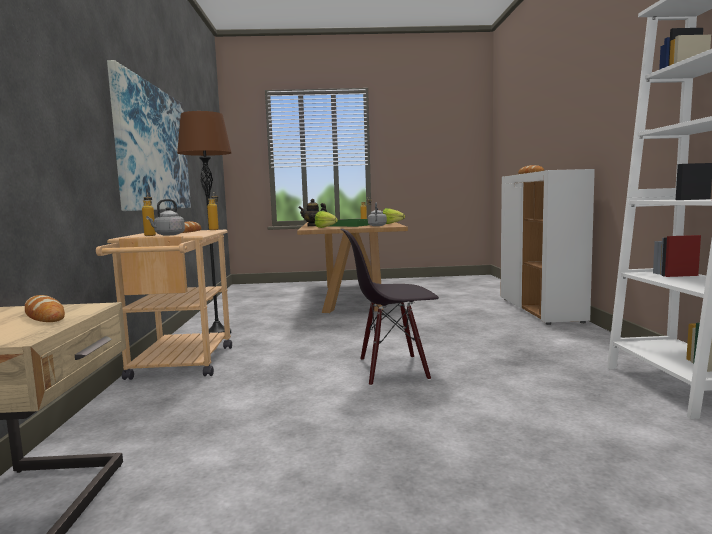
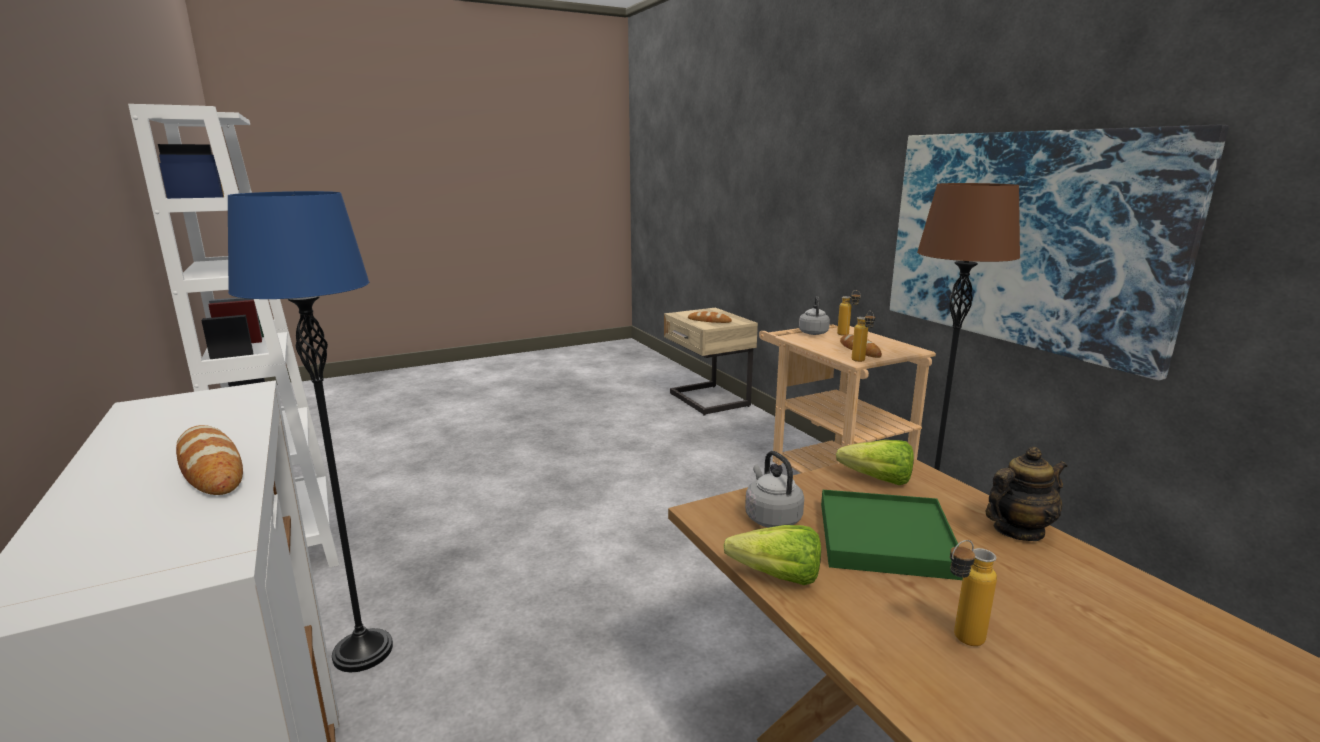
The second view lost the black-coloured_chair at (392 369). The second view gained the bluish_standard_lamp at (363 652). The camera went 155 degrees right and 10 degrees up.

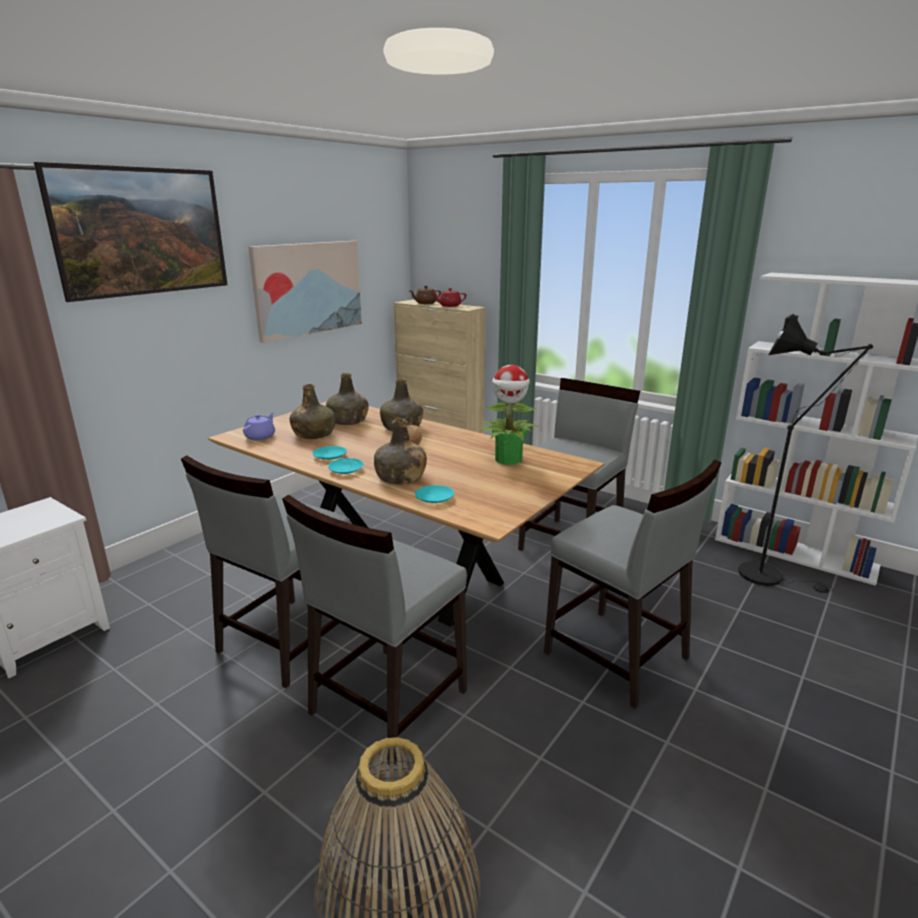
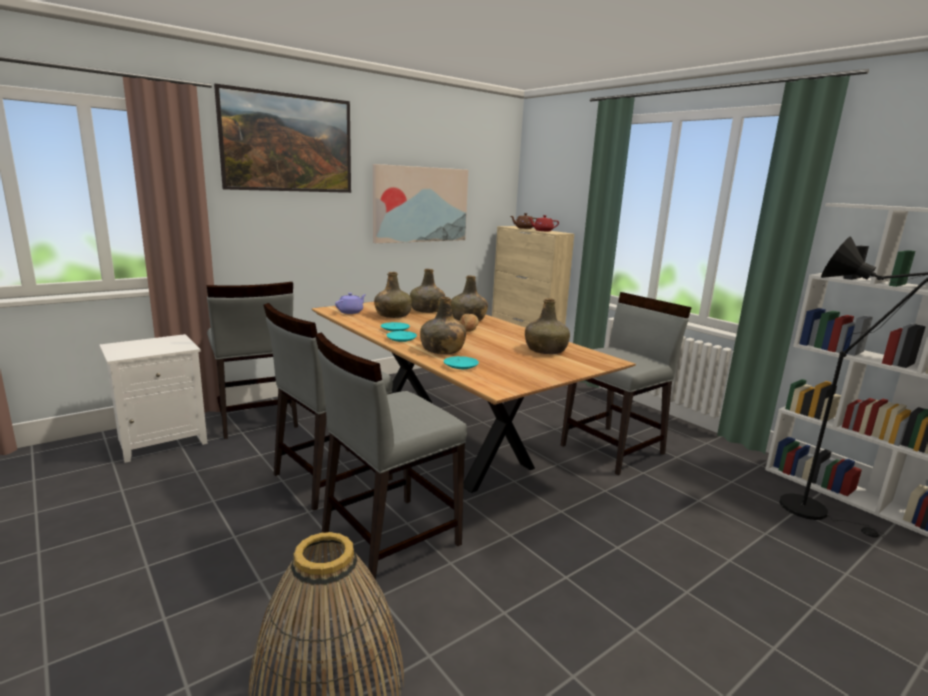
The greyish_chair ended up elsewhere, having gone from (616 656) to (255 419). Where the houseplant stood at (508 460), the green-coloured_beverage_bottle came to stand at (546 350). The camera went 15 degrees right and 5 degrees down.

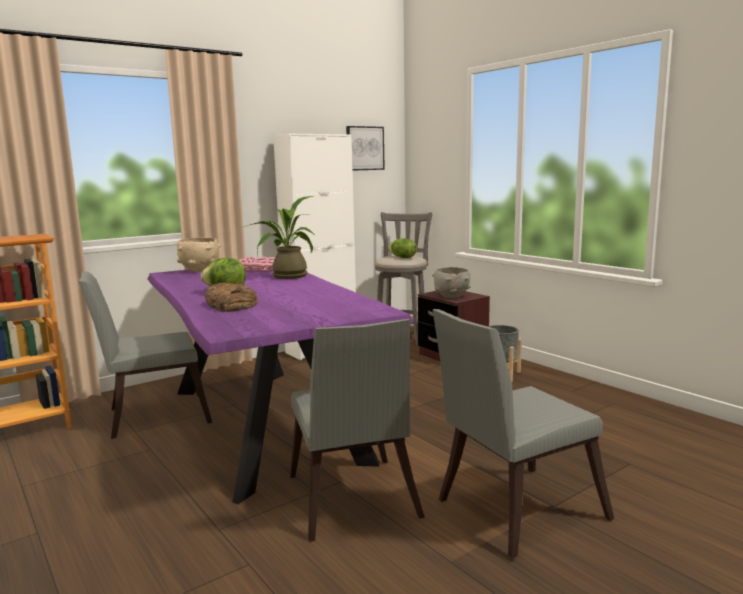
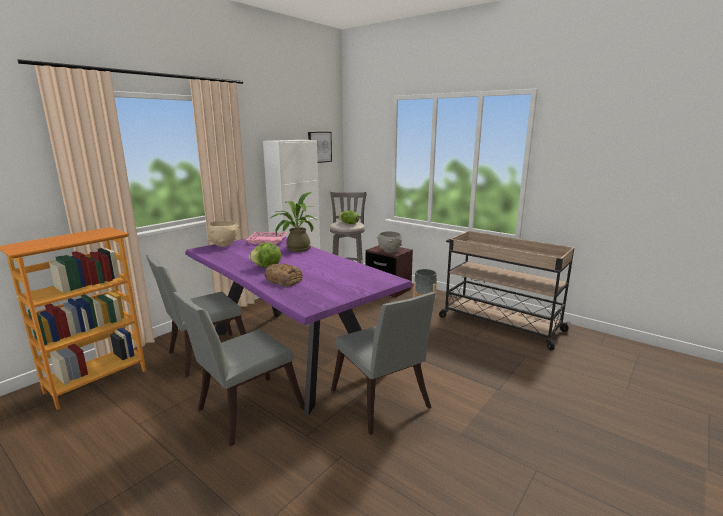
The second view gained the sand-coloured_trolley at (499 323). The greyish_chair ended up elsewhere, having gone from (512 511) to (244 411). The camera went 15 degrees left and 5 degrees up.

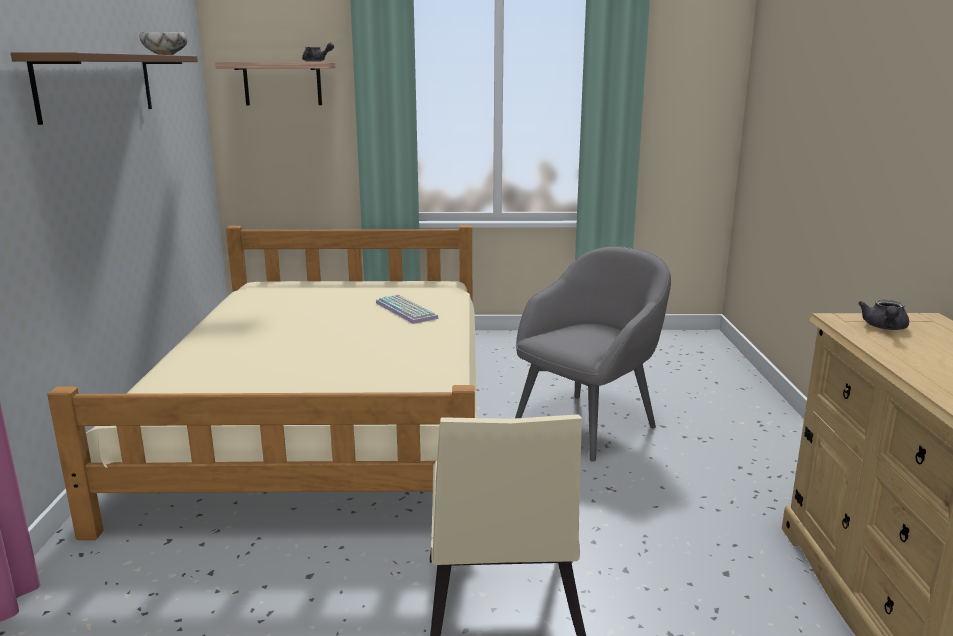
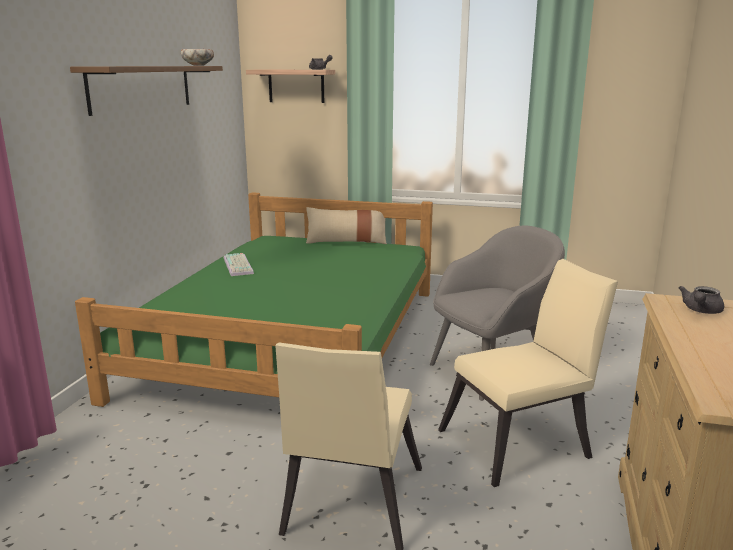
The second view gained the sand-coloured_cushion at (347 241). The second view gained the sand-coloured_chair at (522 442). The keyboard ended up elsewhere, having gone from (408 310) to (239 265). What was the sand-coloured_sleeping_bed at (328 414) turned into the green-coloured_sleeping_bed at (293 339). The camera went 15 degrees right and 0 degrees up.

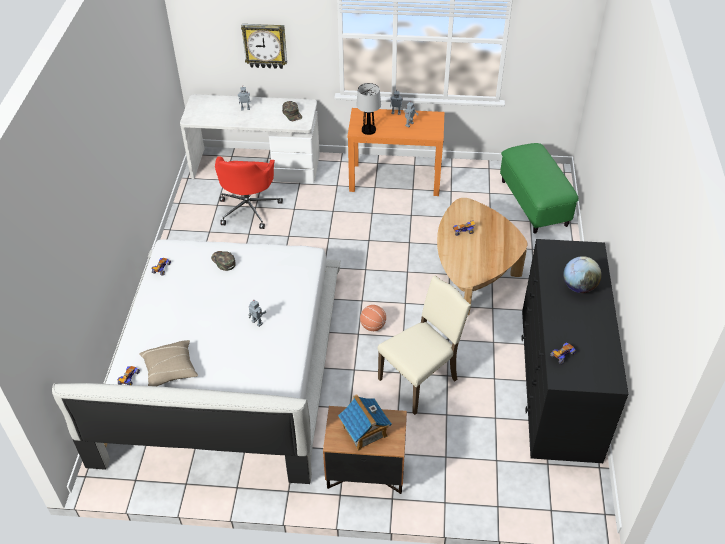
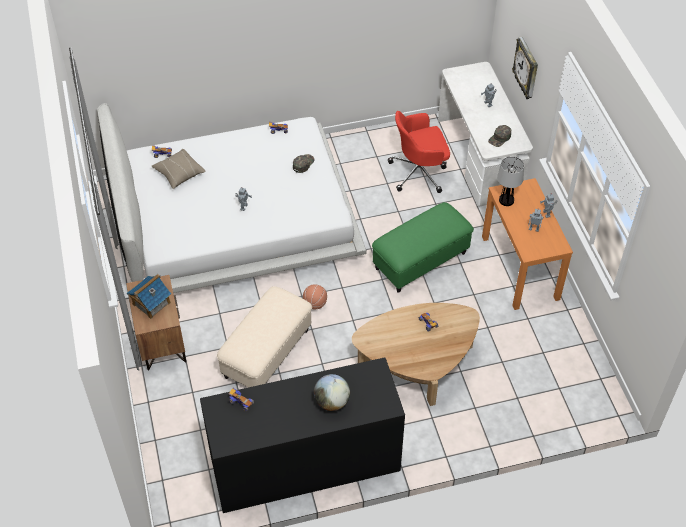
The green-coloured_footrest ended up elsewhere, having gone from (534 203) to (421 261). Where the sand-coloured_chair stood at (420 379), the sand-coloured_footrest came to stand at (267 354). The camera went 70 degrees right and 5 degrees up.

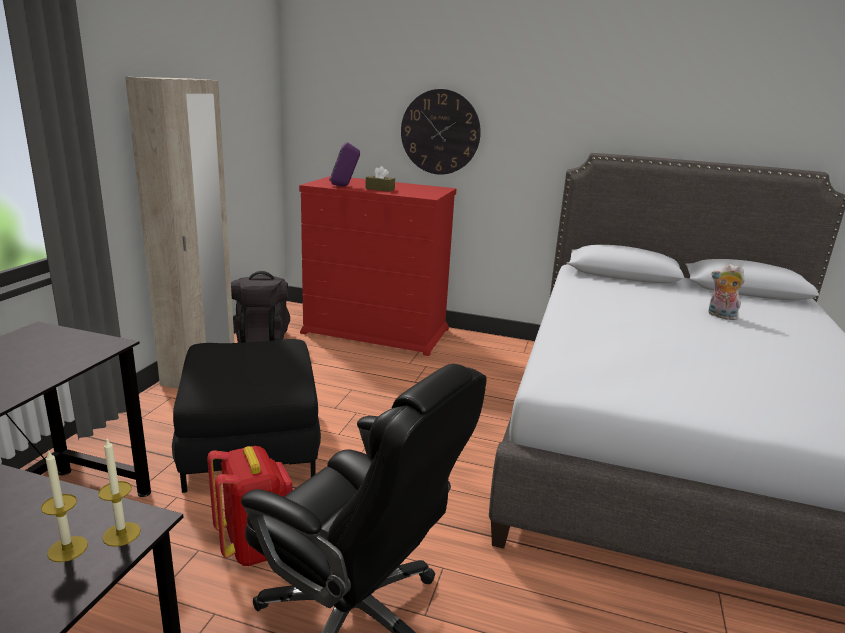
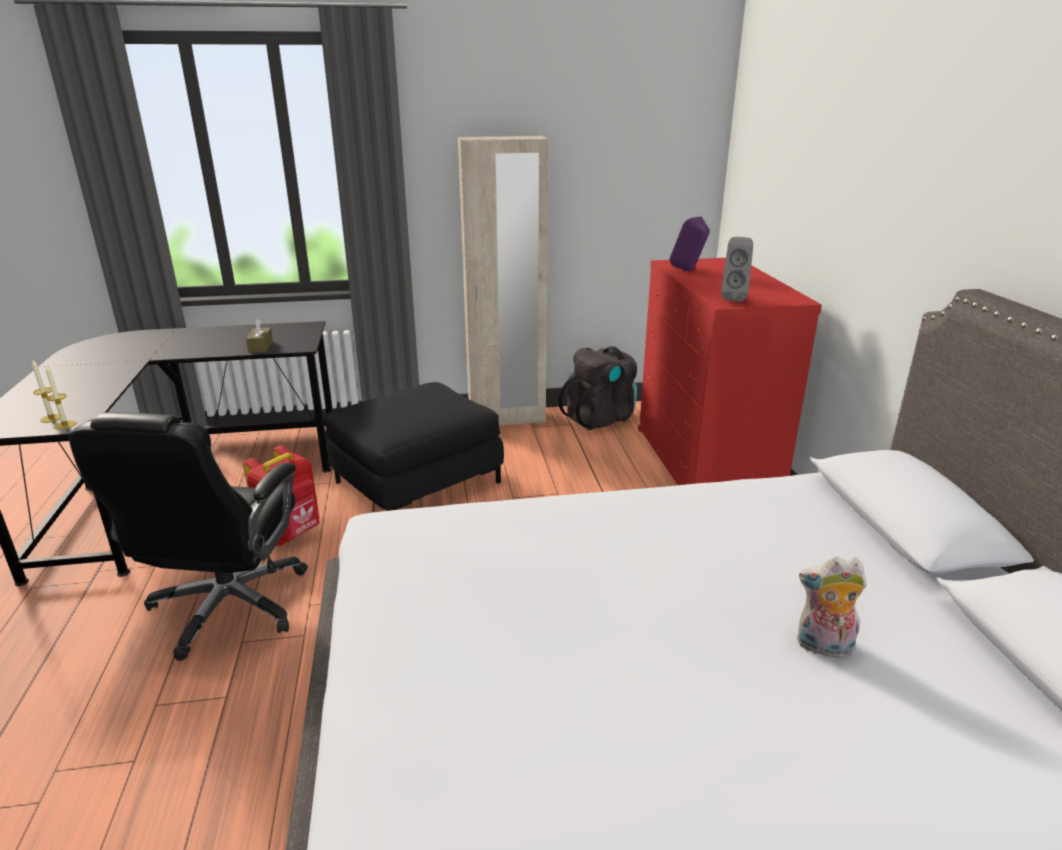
The second view lost the hanging_clock at (440 132). The second view gained the greyish_loudspeaker at (733 299). The brown_tissue_holder ended up elsewhere, having gone from (380 189) to (260 346). The plush_toy at (720 316) ended up facing another way, 90 degrees counterclockwise from before. The camera went 65 degrees right and 5 degrees up.

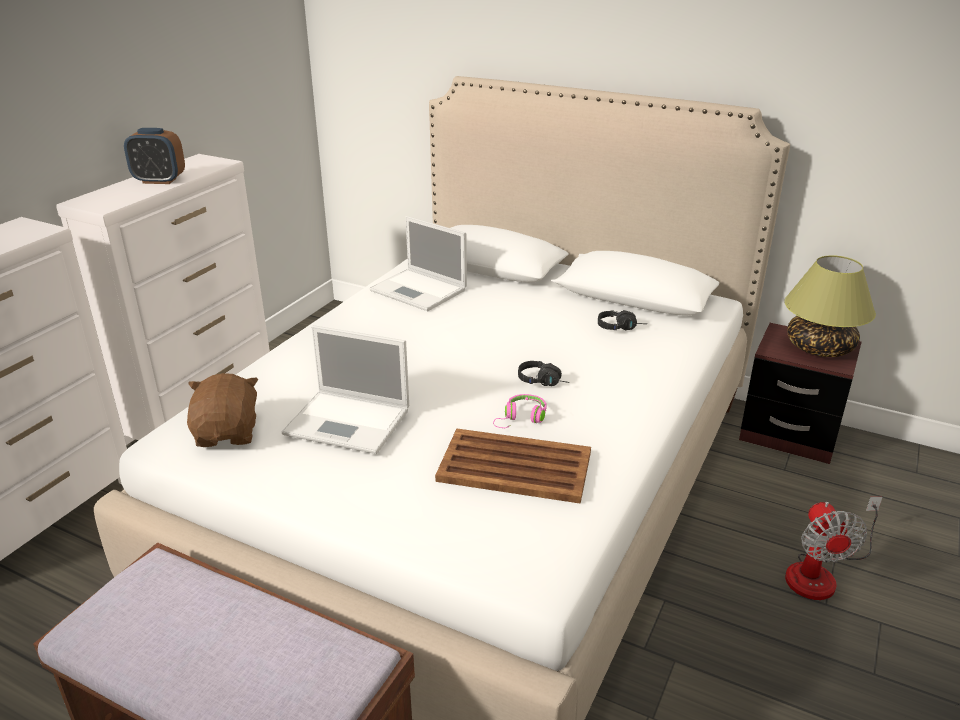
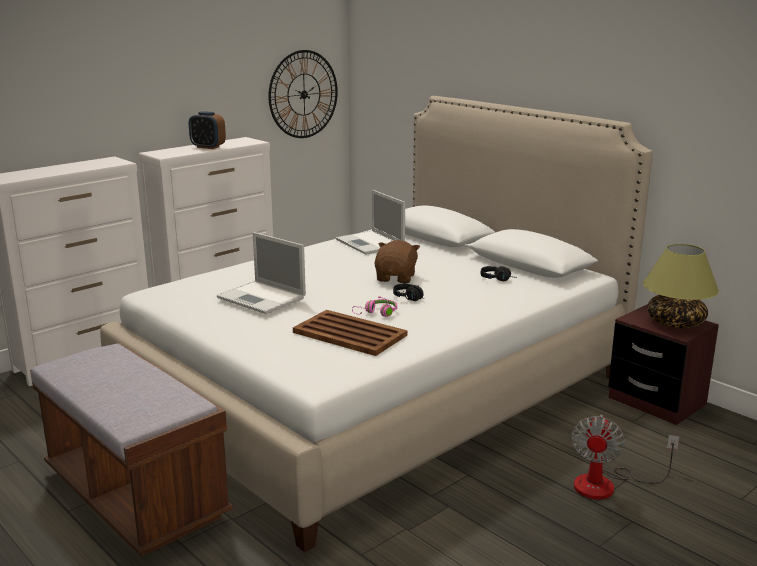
The second view gained the hanging_clock at (303 94). The brown_plush_toy ended up elsewhere, having gone from (228 433) to (396 278). The camera went 20 degrees right and 10 degrees down.

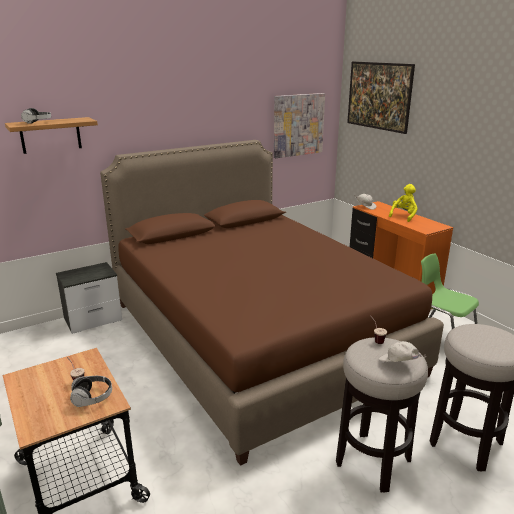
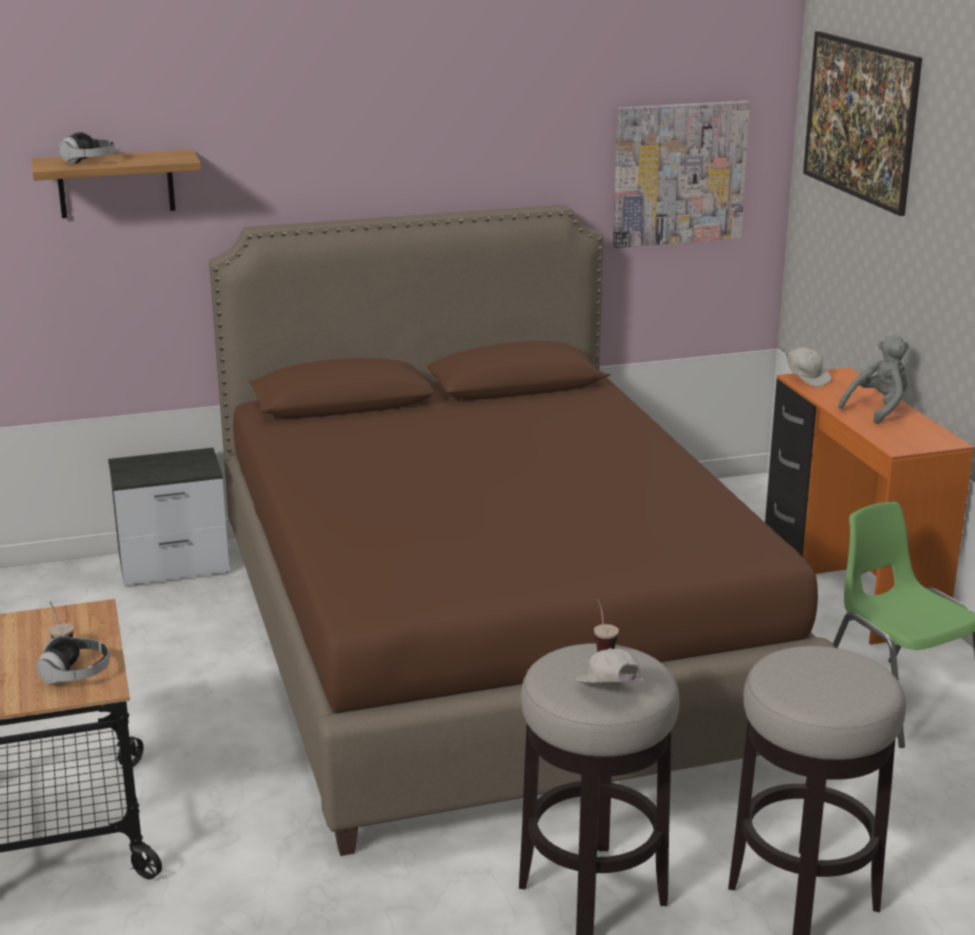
What was the yellow_plush_toy at (403 216) turned into the greyish_plush_toy at (878 409). The camera went 15 degrees right and 0 degrees up.

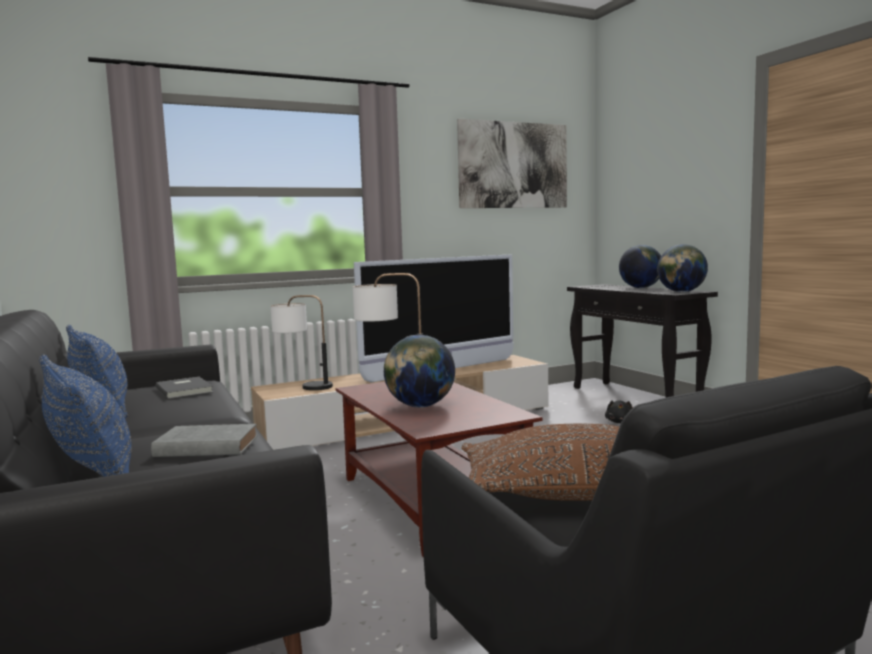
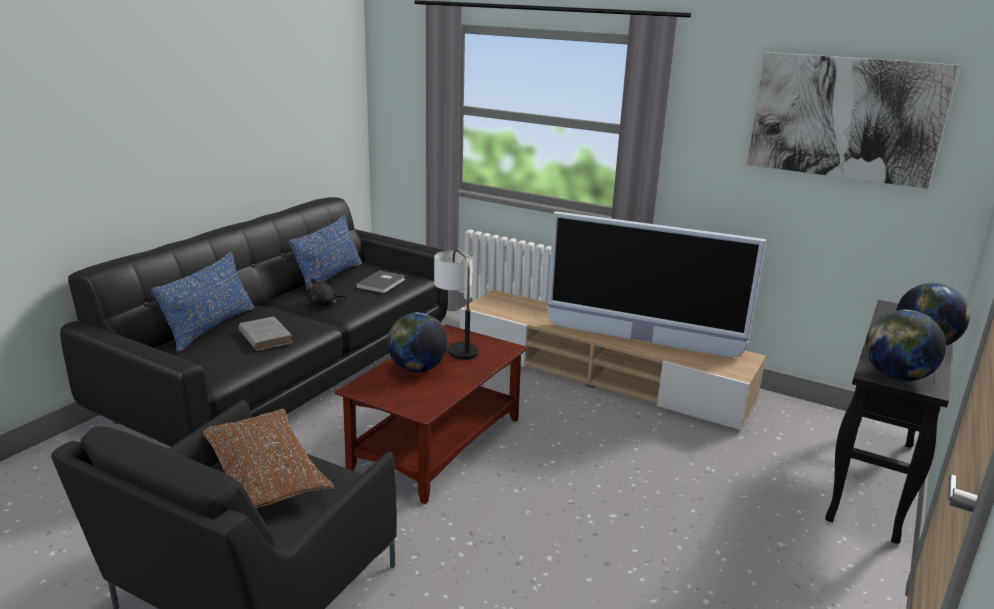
The second view lost the tabletop_lamp at (303 387). The black-coloured_plush_toy ended up elsewhere, having gone from (619 422) to (323 303). The camera went 55 degrees right and 15 degrees up.

